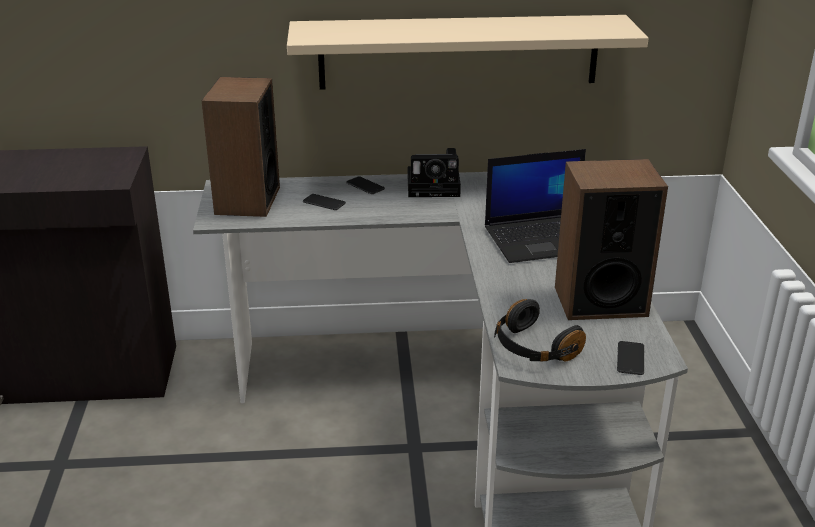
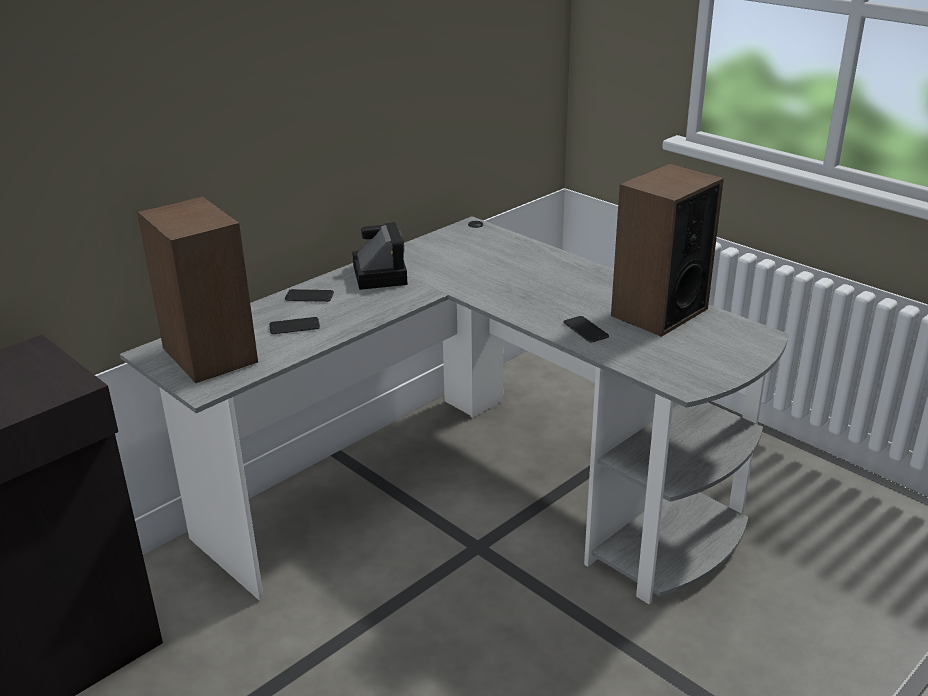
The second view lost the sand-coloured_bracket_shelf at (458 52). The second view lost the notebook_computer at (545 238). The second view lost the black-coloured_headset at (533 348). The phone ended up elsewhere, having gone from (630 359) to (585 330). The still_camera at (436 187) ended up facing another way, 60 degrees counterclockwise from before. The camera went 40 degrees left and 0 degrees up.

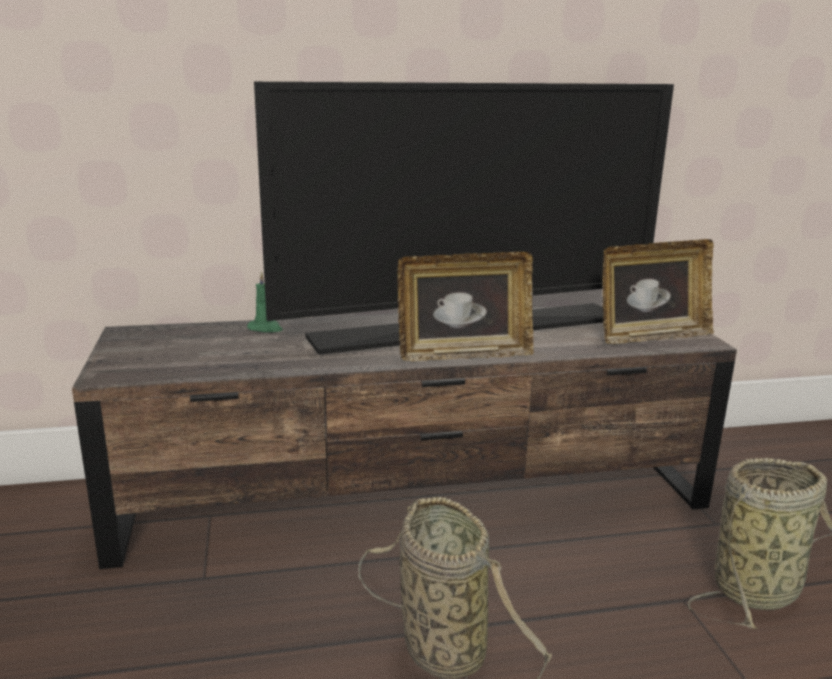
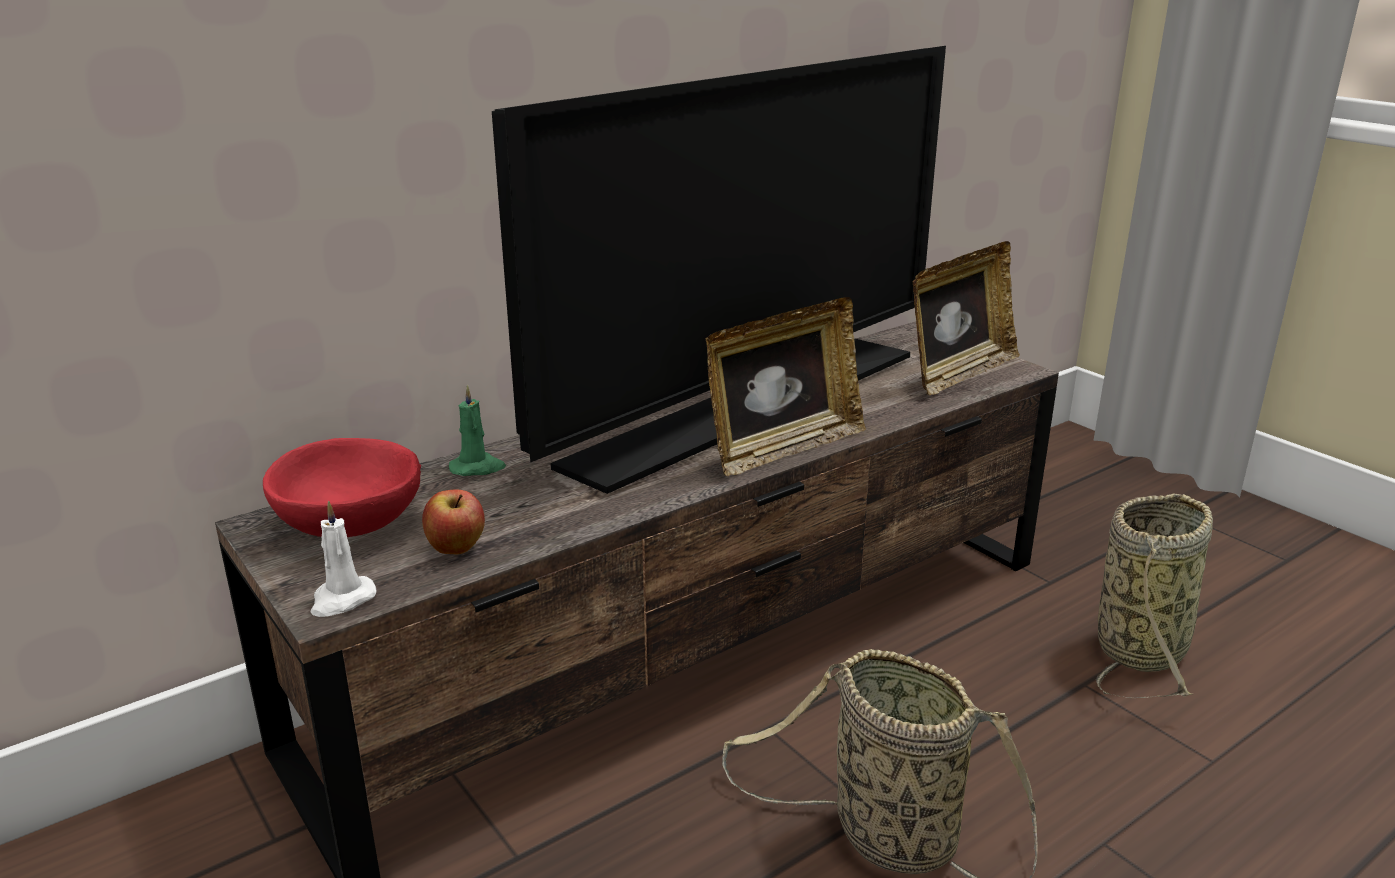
The second view gained the reddish_serving_bowl at (349 526). The second view gained the white-coloured_wax_candle at (342 600). The second view gained the whole_apple at (456 549). The camera went 25 degrees left and 5 degrees up.

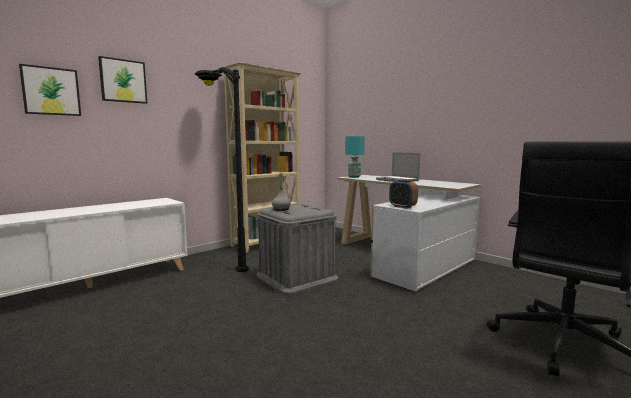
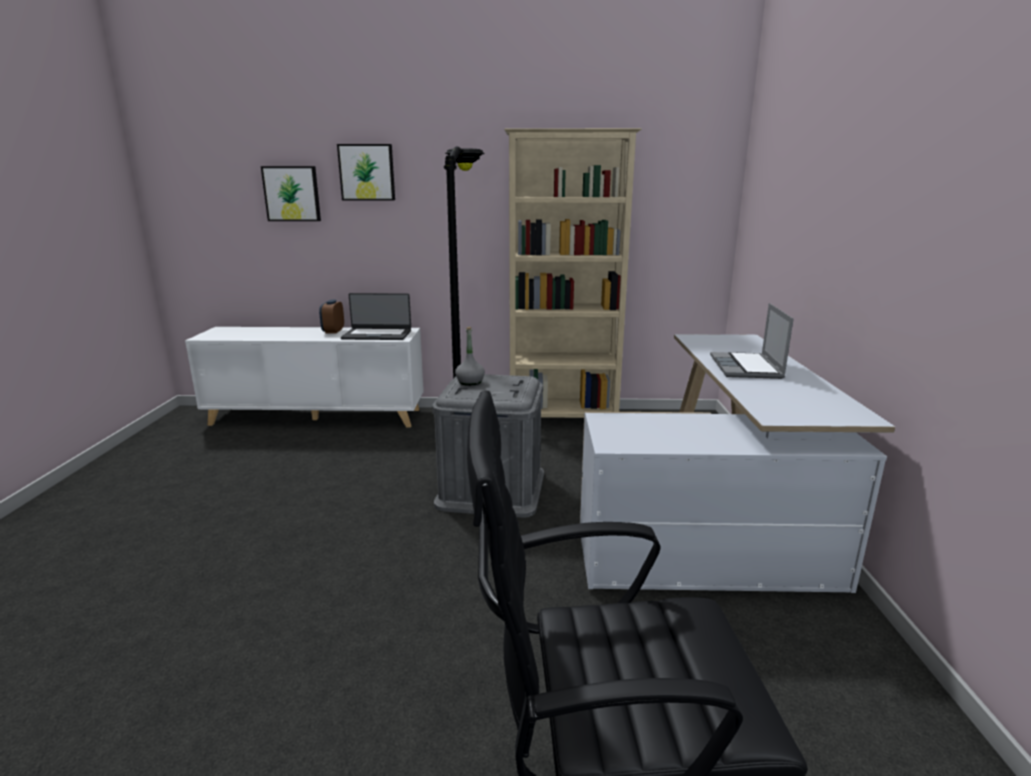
The second view lost the blue-green_tabletop_lamp at (354 177). The second view gained the notebook_computer at (377 335). The alarm_clock ended up elsewhere, having gone from (402 207) to (333 331). The camera went 45 degrees right and 10 degrees up.

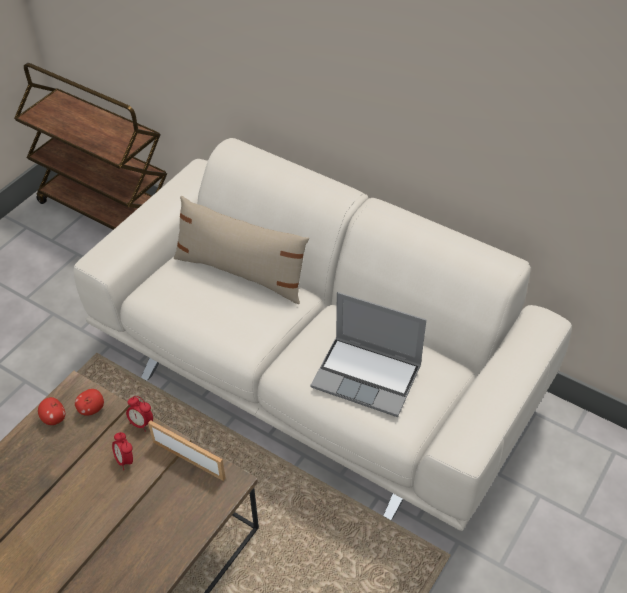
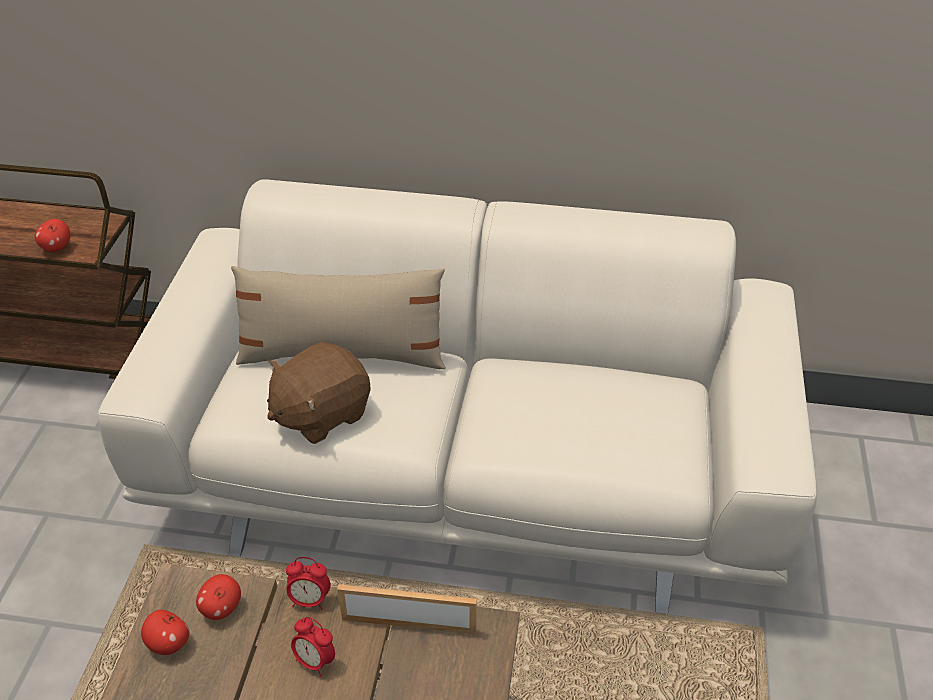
The second view lost the notebook_computer at (368 376). The second view gained the whole_apple at (56 247). The second view gained the brown_plush_toy at (320 413). The camera went 25 degrees left and 5 degrees down.

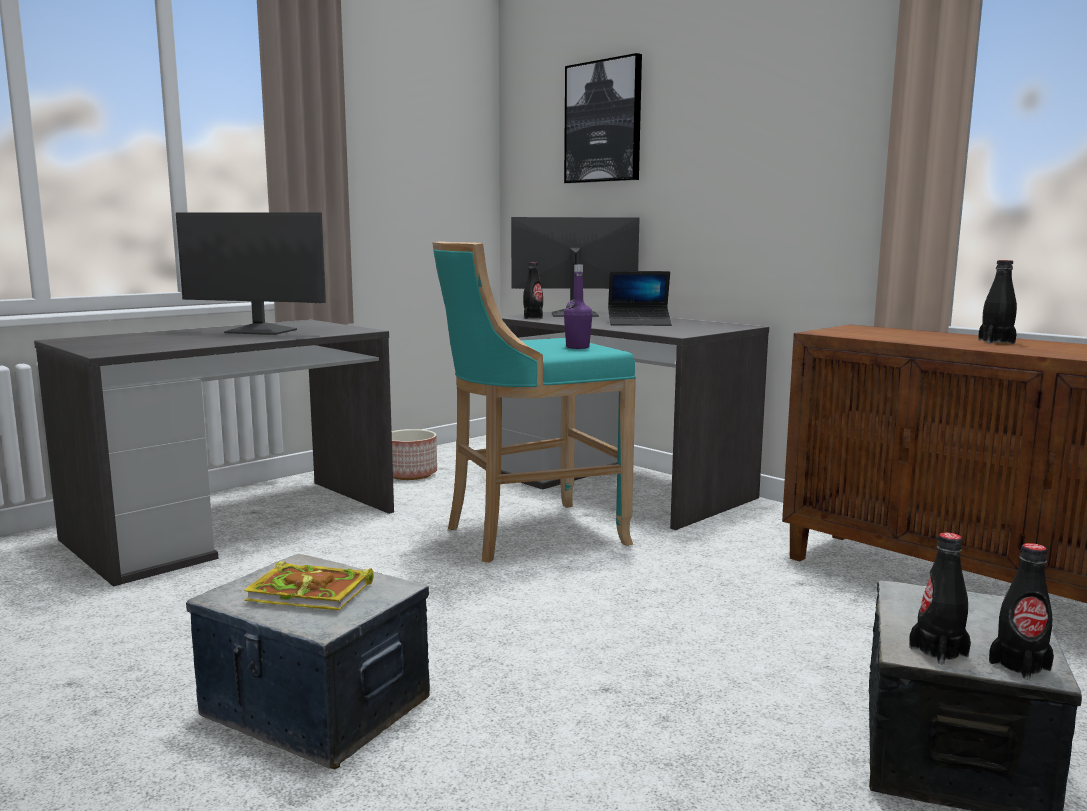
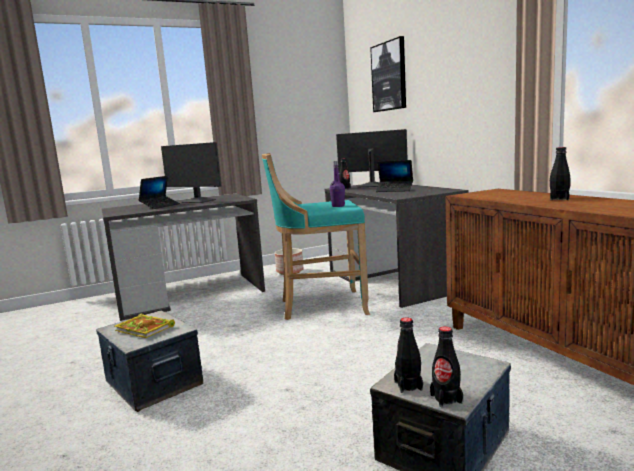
The second view gained the notebook_computer at (160 206). The camera went 20 degrees right and 0 degrees up.

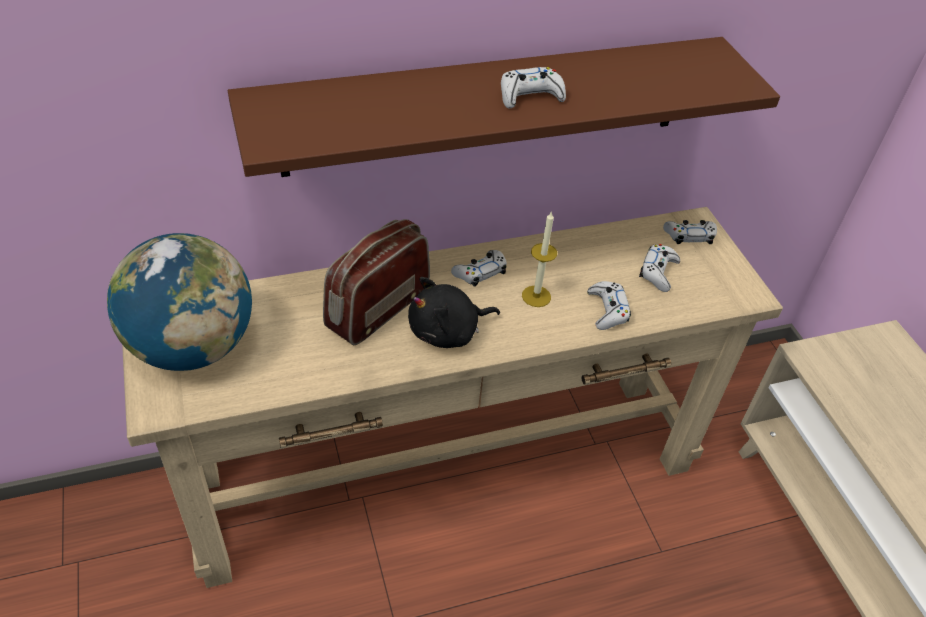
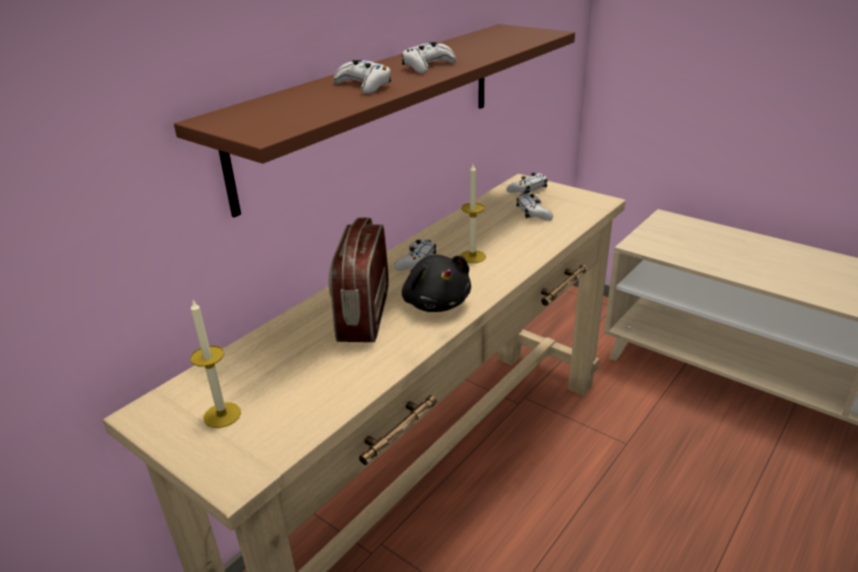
The white-coloured_game_controller ended up elsewhere, having gone from (607 310) to (364 85). Where the world_globe stood at (192 347), the wax_candle came to stand at (222 415). The black-coloured_plush_toy at (447 332) ended up facing another way, 60 degrees counterclockwise from before. The camera went 30 degrees left and 15 degrees down.

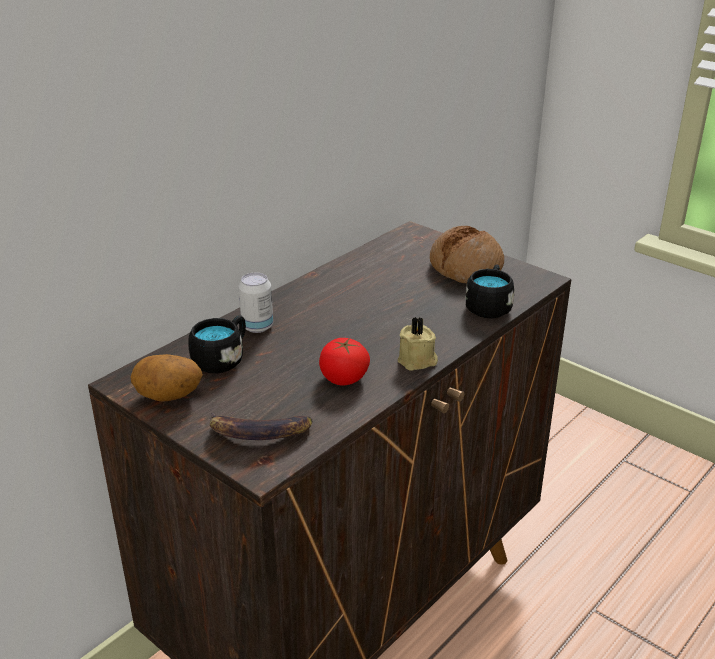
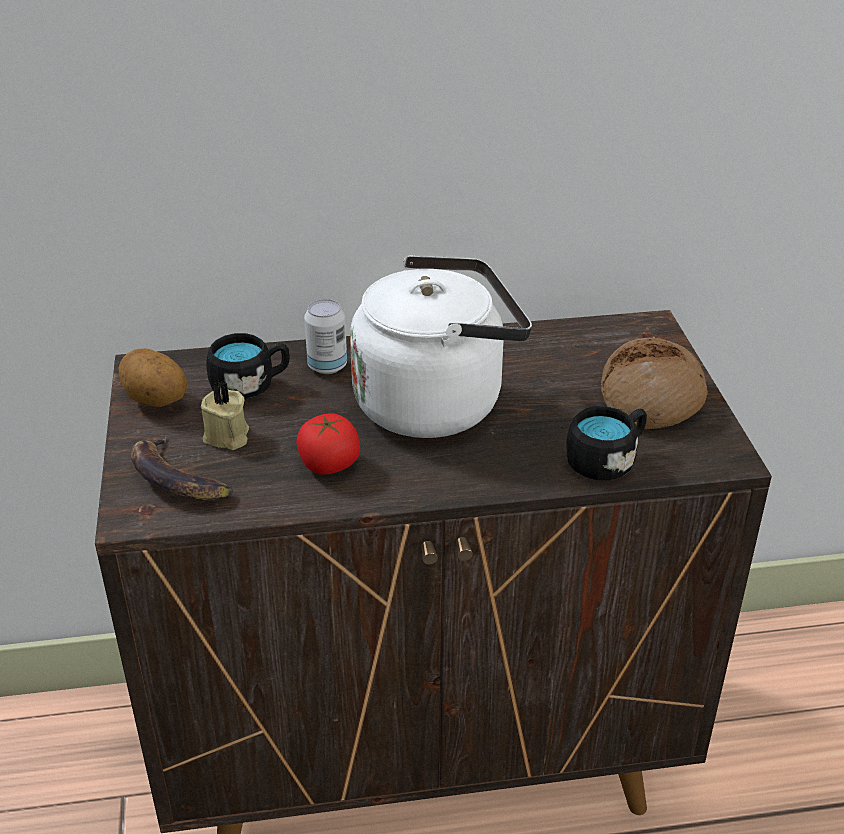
The second view gained the white-coloured_tea_kettle at (436 402). The sand-coloured_wax_candle ended up elsewhere, having gone from (418 361) to (227 437). The camera went 40 degrees right and 5 degrees up.

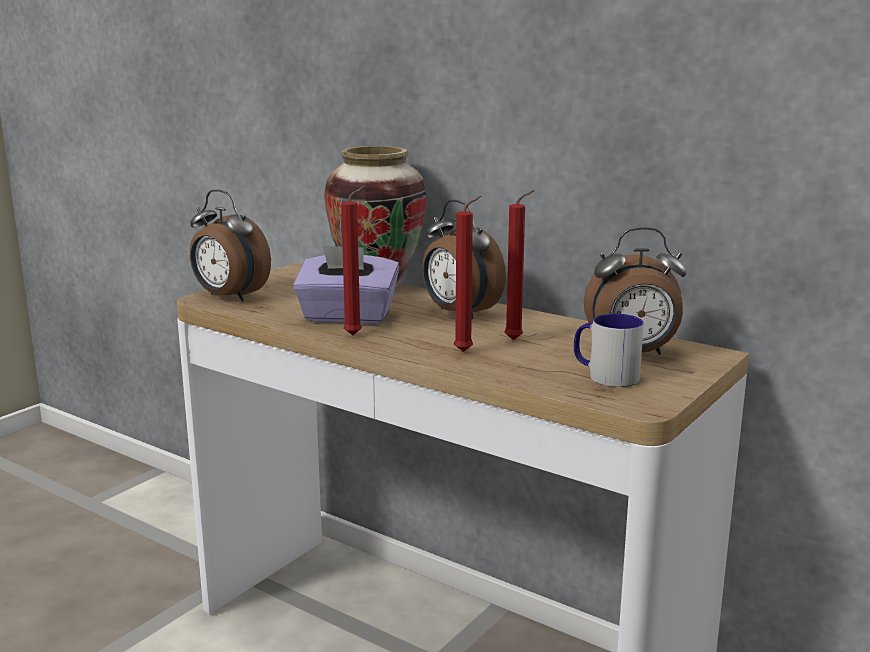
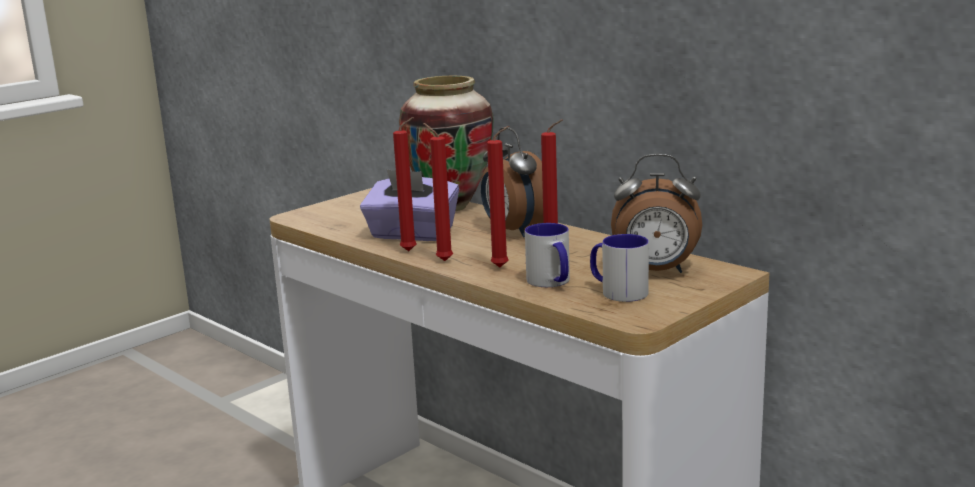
The second view lost the alarm_clock at (229 297). The second view gained the reddish_wax_candle at (442 260). The second view gained the coffee_mug at (552 282). The camera went 10 degrees right and 0 degrees up.

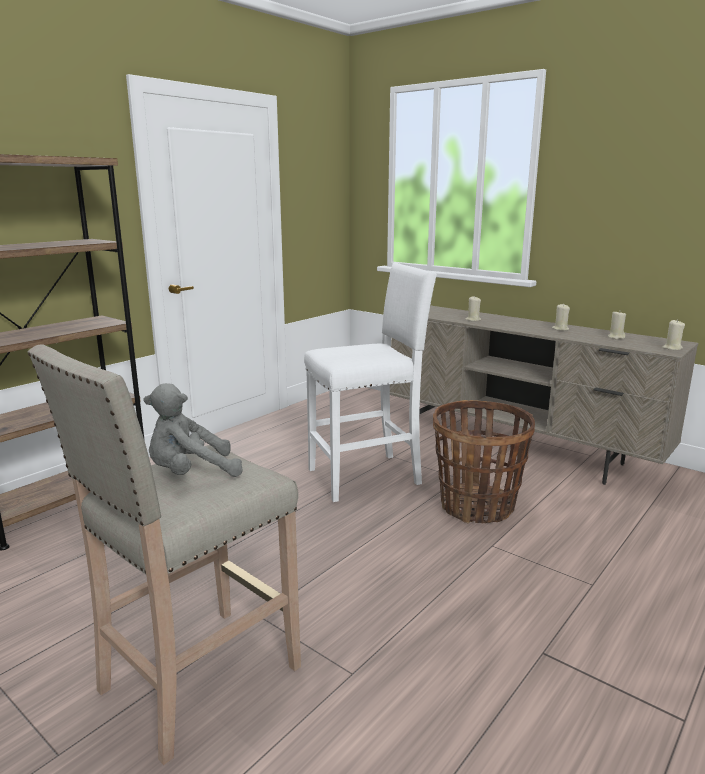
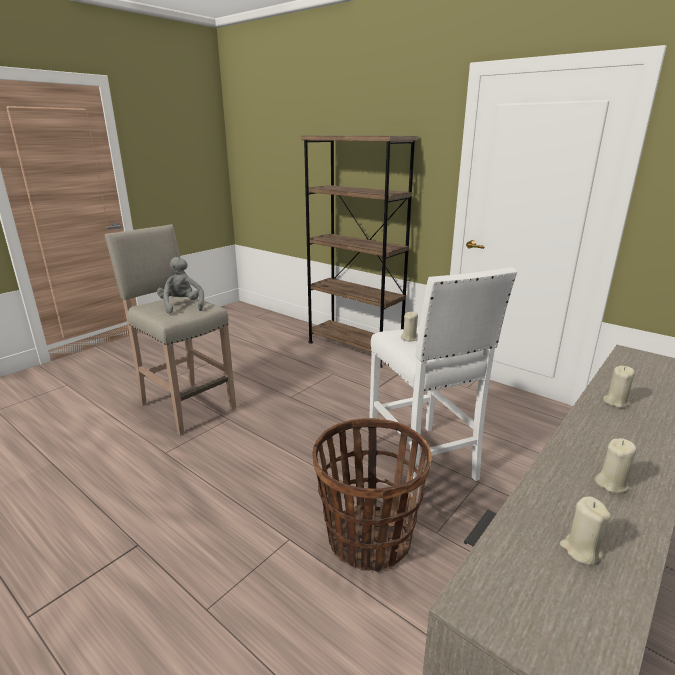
The sand-coloured_wax_candle ended up elsewhere, having gone from (672 348) to (409 338). The camera went 90 degrees right and 5 degrees up.

